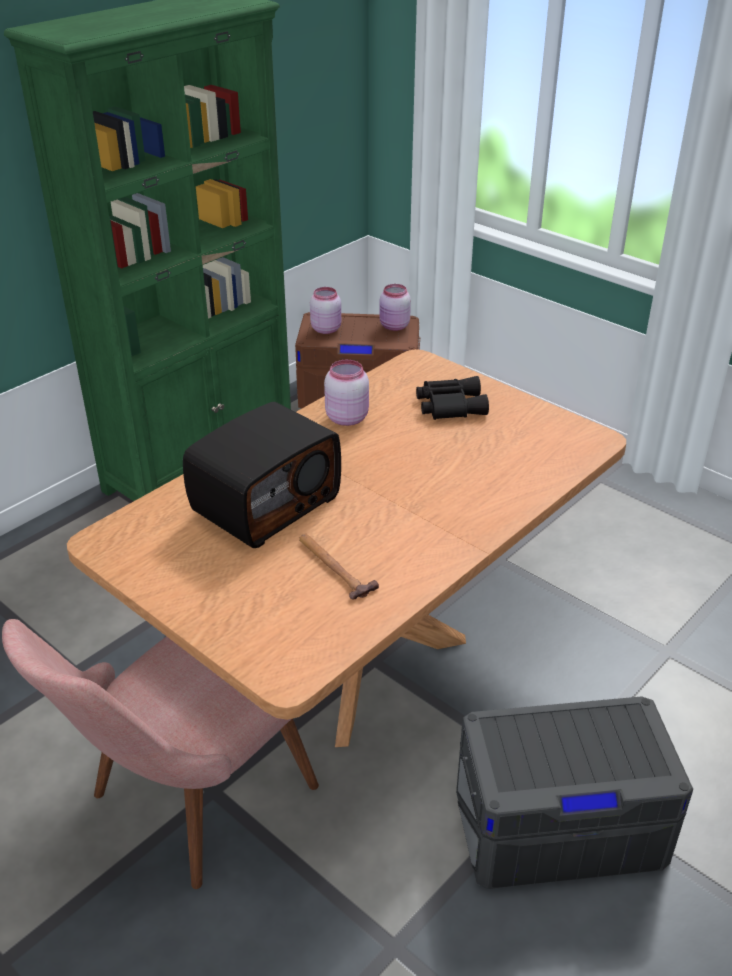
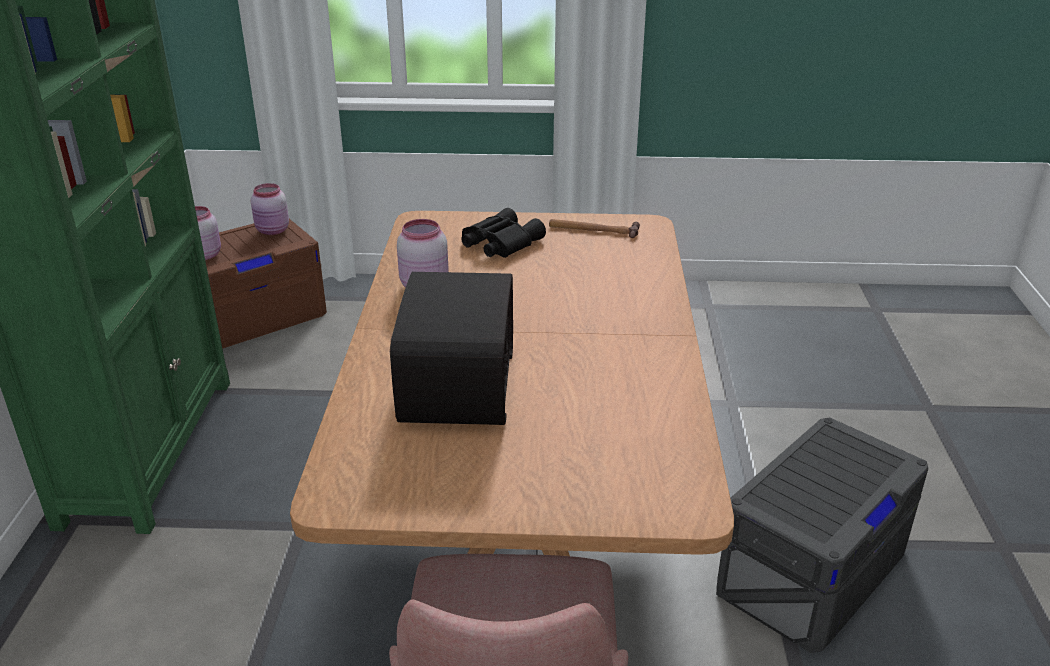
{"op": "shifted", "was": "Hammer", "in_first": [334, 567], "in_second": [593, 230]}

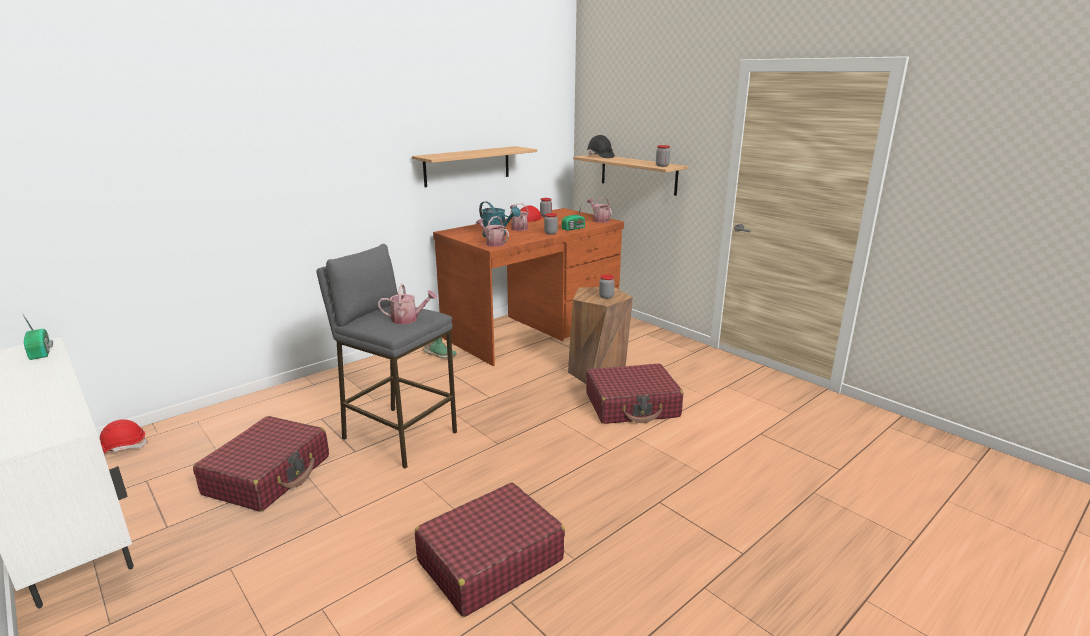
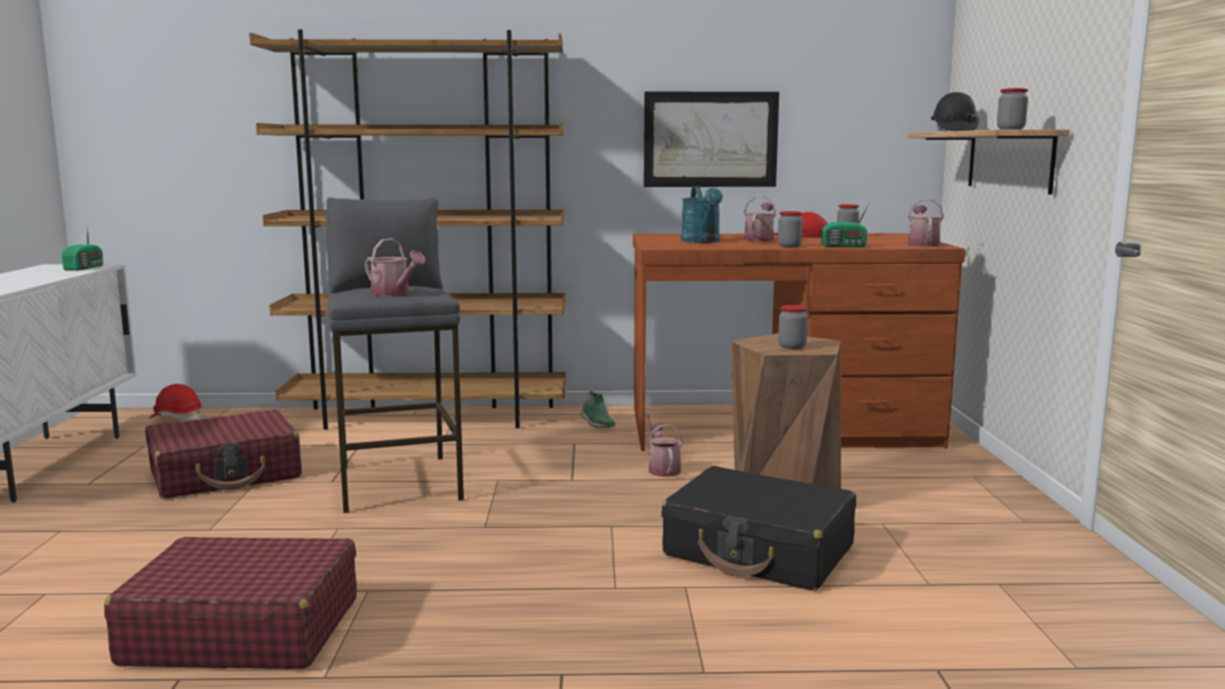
{"op": "new", "now": "BrownBookcase", "in_second": [429, 417]}
{"op": "shifted", "was": "WateringCan", "in_first": [493, 243], "in_second": [663, 469]}
{"op": "swapped", "was": "Shelf", "now": "Picture", "in_first": [467, 166], "in_second": [710, 139]}
{"op": "repainted", "was": "RedSuitcase", "now": "BlackSuitcase", "in_first": [632, 405], "in_second": [759, 551]}

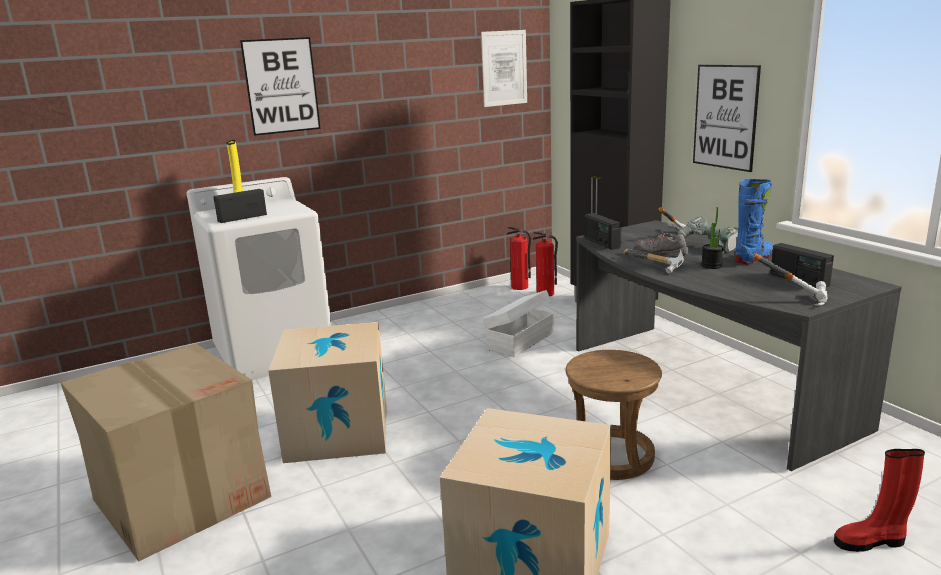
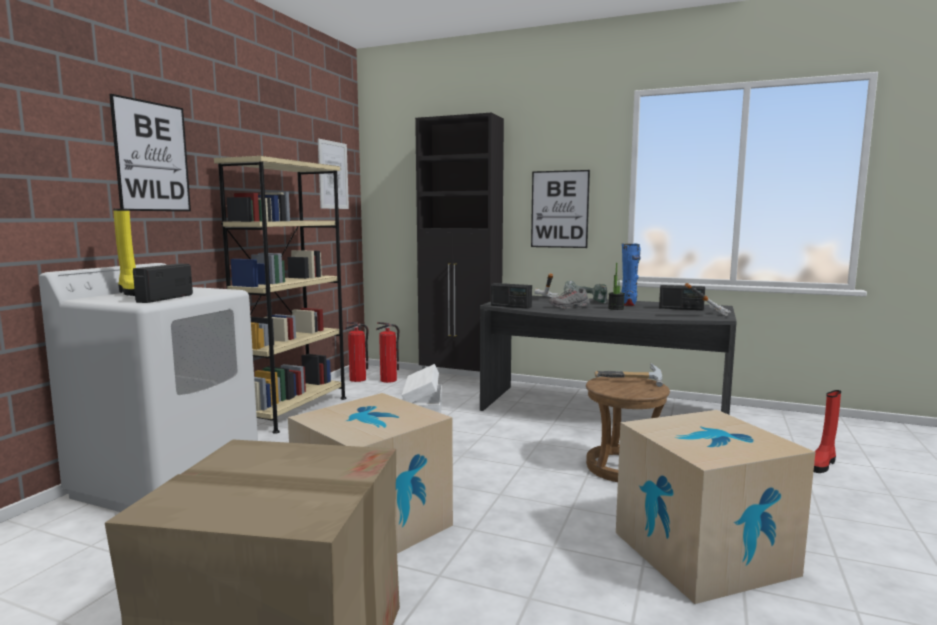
{"op": "new", "now": "BeigeBookcase", "in_second": [294, 411]}
{"op": "shifted", "was": "Hammer", "in_first": [652, 265], "in_second": [631, 382]}

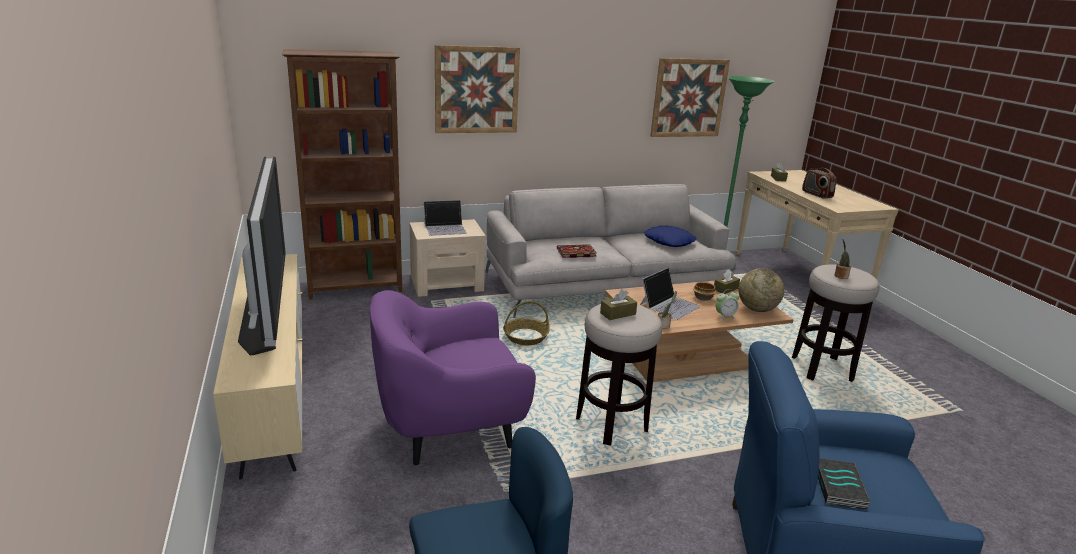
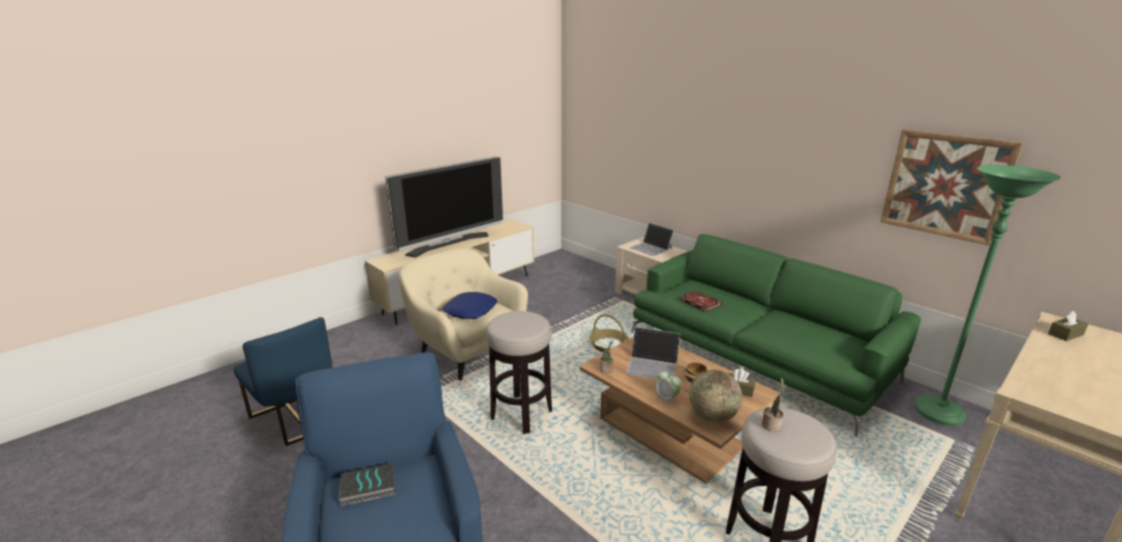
{"op": "gone", "was": "BrownBookcase", "in_first": [356, 288]}
{"op": "gone", "was": "Picture", "in_first": [476, 90]}
{"op": "gone", "was": "BrownTissueBox", "in_first": [618, 314]}
{"op": "gone", "was": "Radio", "in_first": [816, 194]}
{"op": "shifted", "was": "BluePillow", "in_first": [669, 241], "in_second": [471, 311]}
{"op": "repainted", "was": "PurpleArmchair", "now": "BeigeArmchair", "in_first": [448, 427], "in_second": [466, 352]}
{"op": "repainted", "was": "GreySofa", "now": "GreenSofa", "in_first": [605, 284], "in_second": [757, 355]}

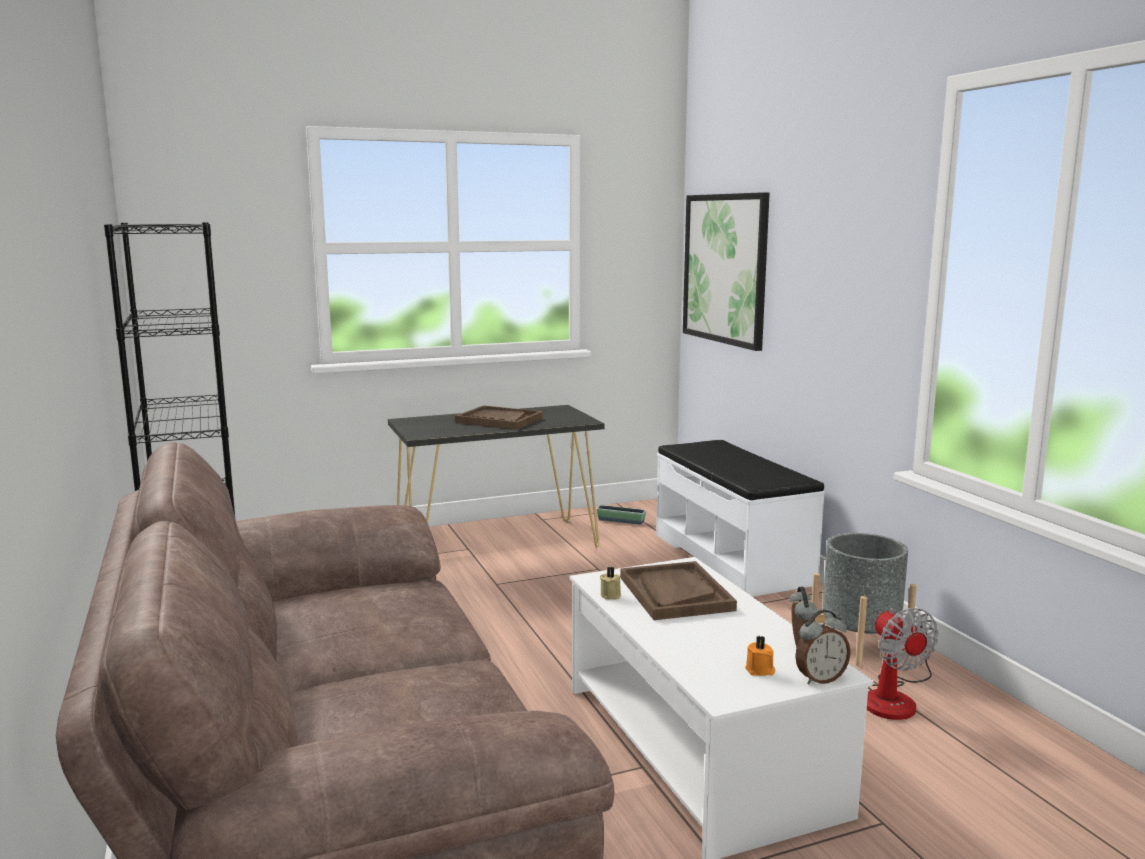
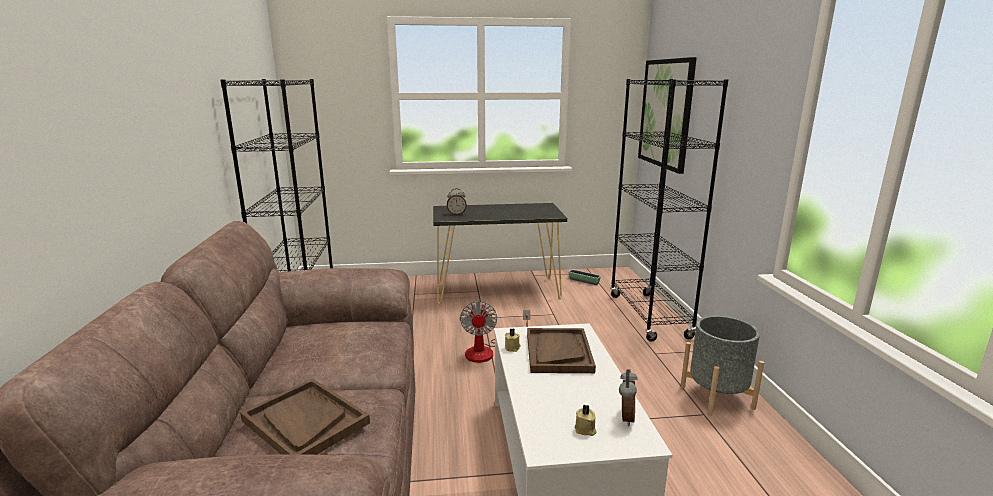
{"op": "shifted", "was": "BrownTray", "in_first": [499, 420], "in_second": [305, 422]}
{"op": "shifted", "was": "AlarmClock", "in_first": [820, 679], "in_second": [456, 214]}
{"op": "shifted", "was": "Fan", "in_first": [895, 697], "in_second": [488, 351]}
{"op": "swapped", "was": "WhiteBench", "now": "BlackBookcase", "in_first": [732, 558], "in_second": [649, 316]}
{"op": "repainted", "was": "OrangeCandle", "now": "BeigeCandle", "in_first": [760, 670], "in_second": [585, 430]}

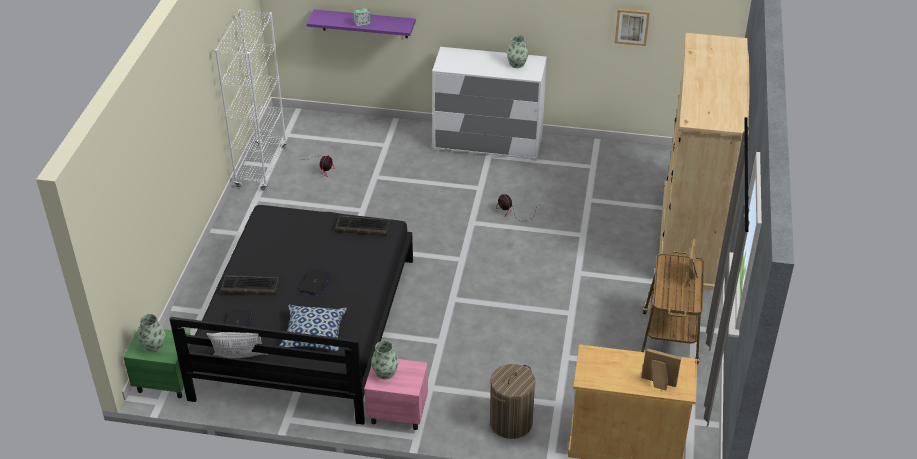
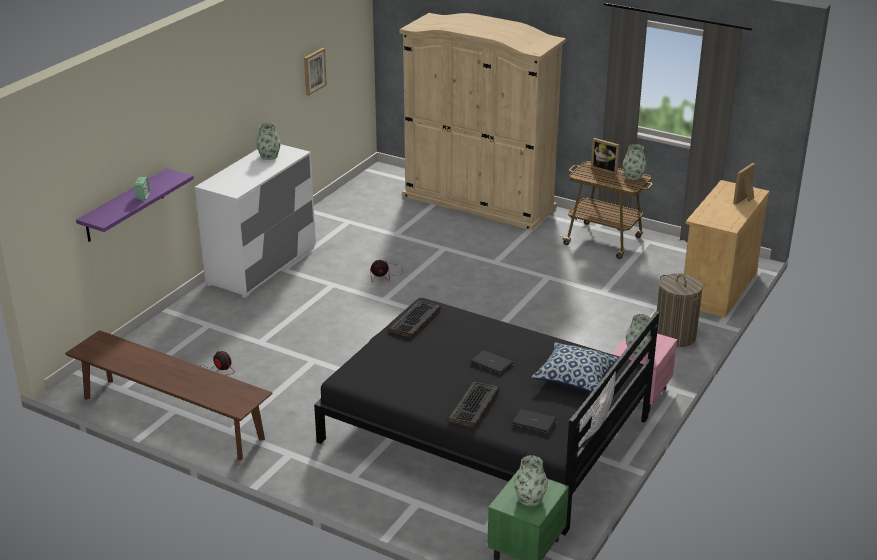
{"op": "new", "now": "Vase", "in_second": [633, 176]}
{"op": "swapped", "was": "WhiteBookcase", "now": "BrownBench", "in_first": [261, 167], "in_second": [172, 418]}

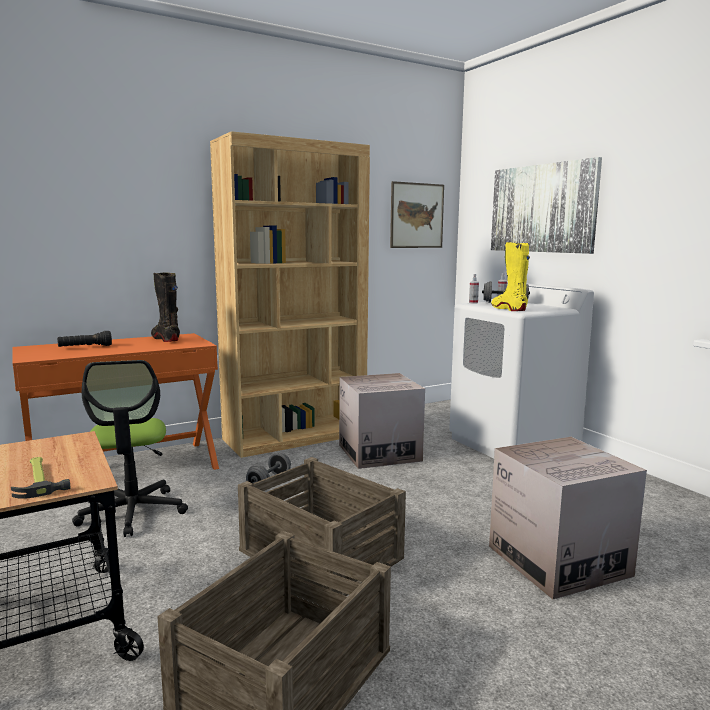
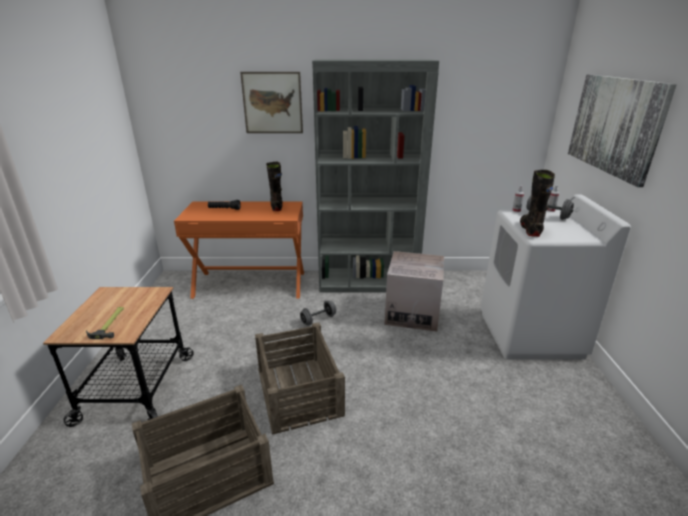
{"op": "gone", "was": "OfficeChair", "in_first": [133, 512]}
{"op": "gone", "was": "CardboardBox", "in_first": [558, 561]}
{"op": "shifted", "was": "Picture", "in_first": [417, 215], "in_second": [272, 103]}
{"op": "repainted", "was": "BrownBookcase", "now": "GreyBookcase", "in_first": [295, 437], "in_second": [368, 282]}
{"op": "repainted", "was": "YellowBoot", "now": "BlackBoot", "in_first": [508, 309], "in_second": [530, 229]}

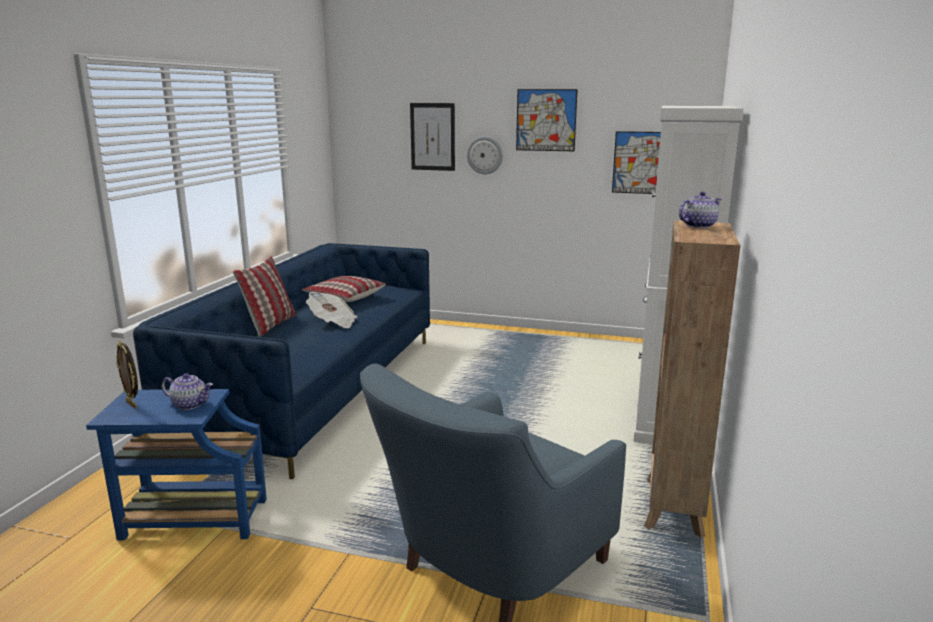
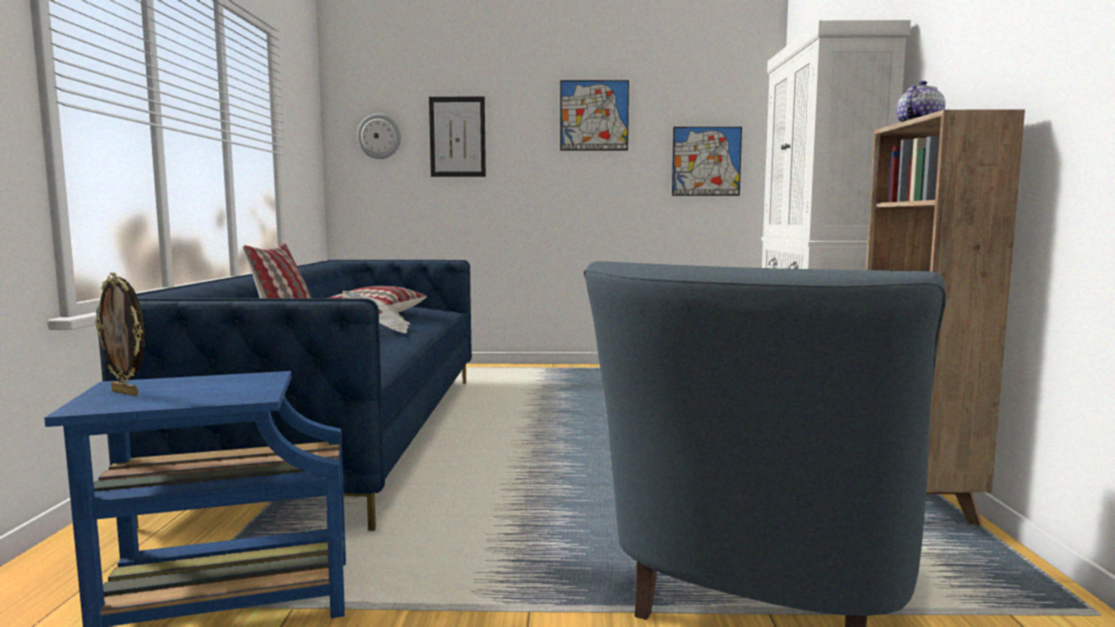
{"op": "gone", "was": "Teapot", "in_first": [190, 404]}
{"op": "shifted", "was": "WallClock", "in_first": [485, 155], "in_second": [379, 136]}

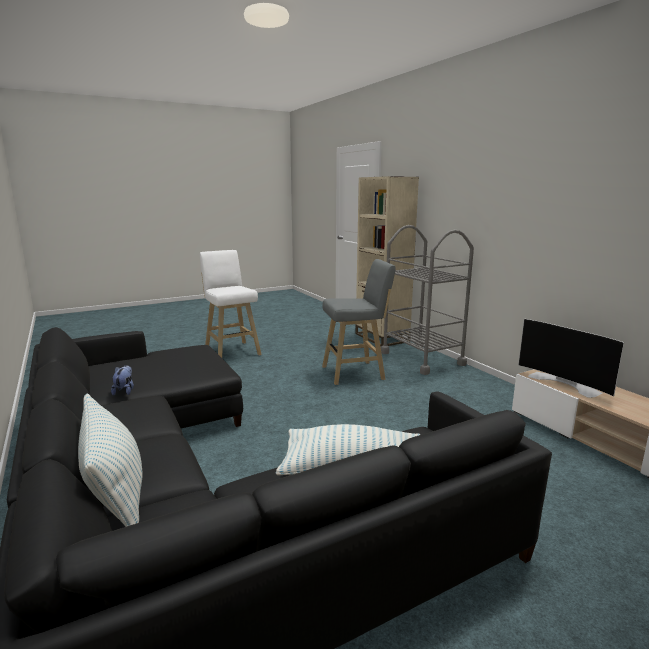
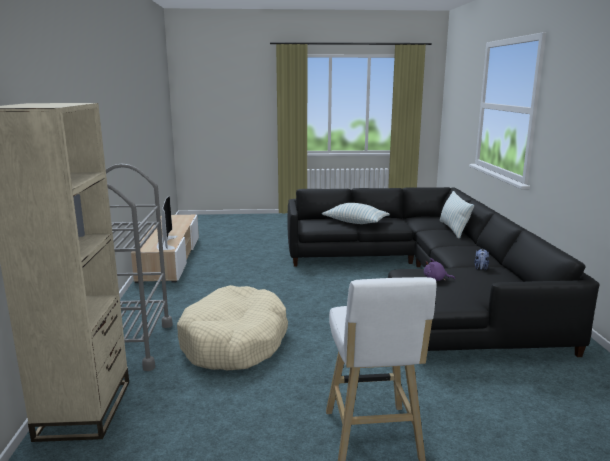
{"op": "new", "now": "PurplePlushToy", "in_second": [436, 279]}
{"op": "swapped", "was": "GreyStool", "now": "BeigeDogBed", "in_first": [356, 373], "in_second": [234, 342]}

